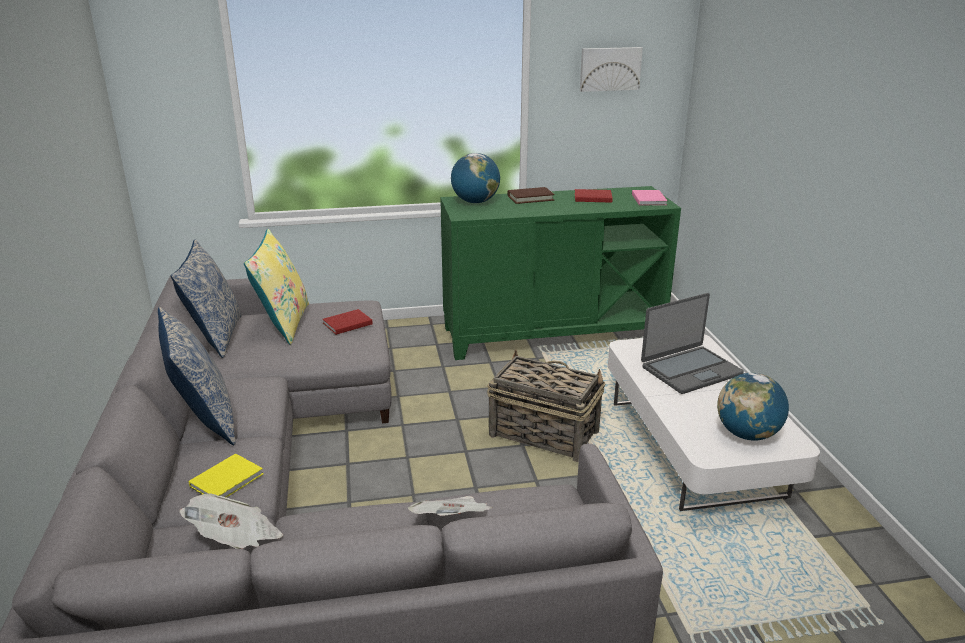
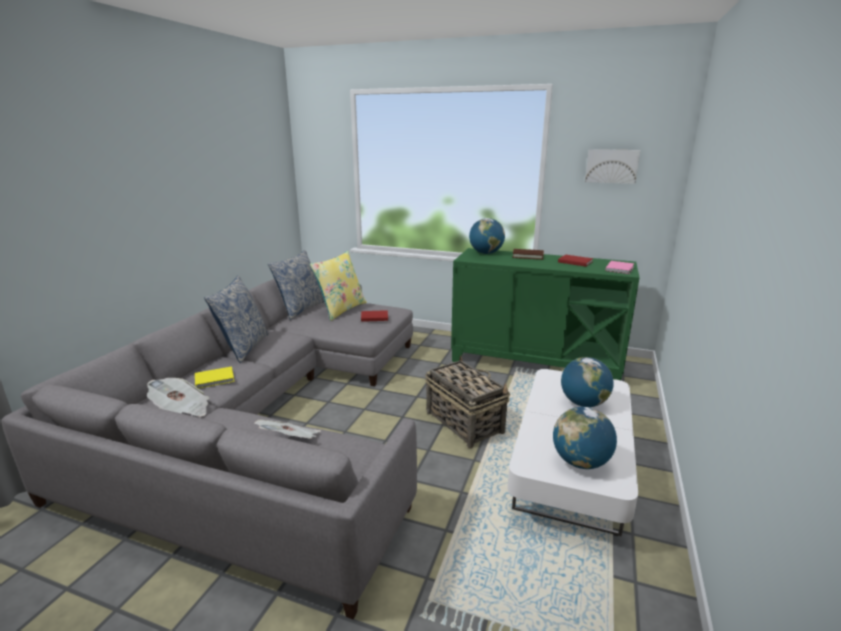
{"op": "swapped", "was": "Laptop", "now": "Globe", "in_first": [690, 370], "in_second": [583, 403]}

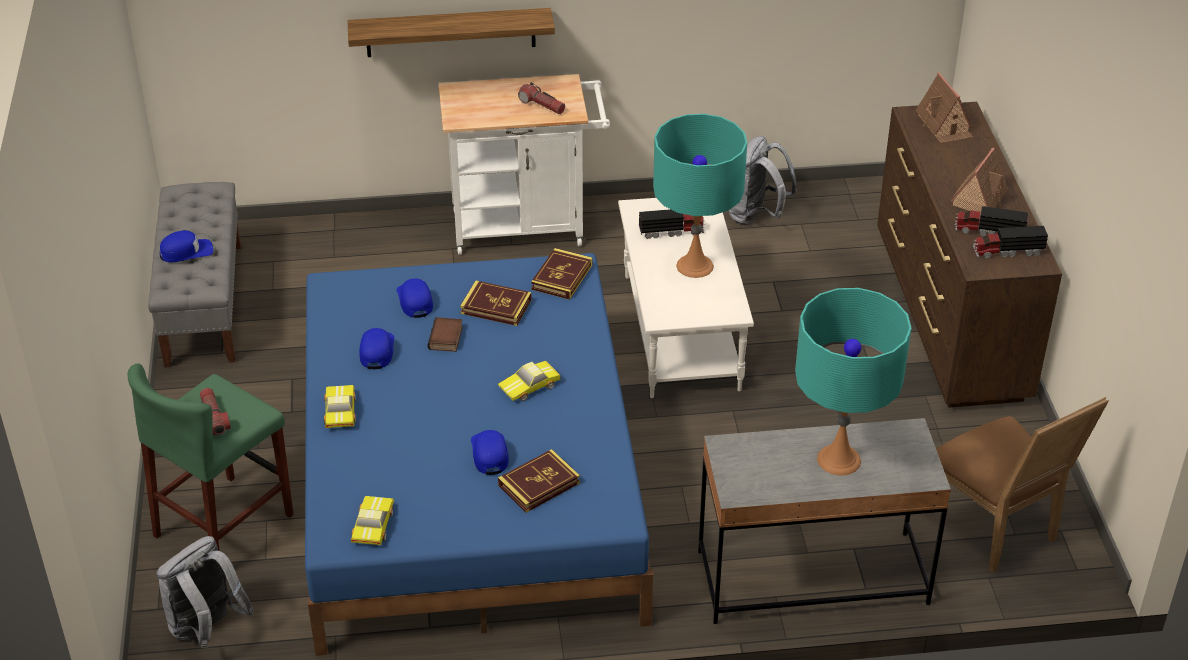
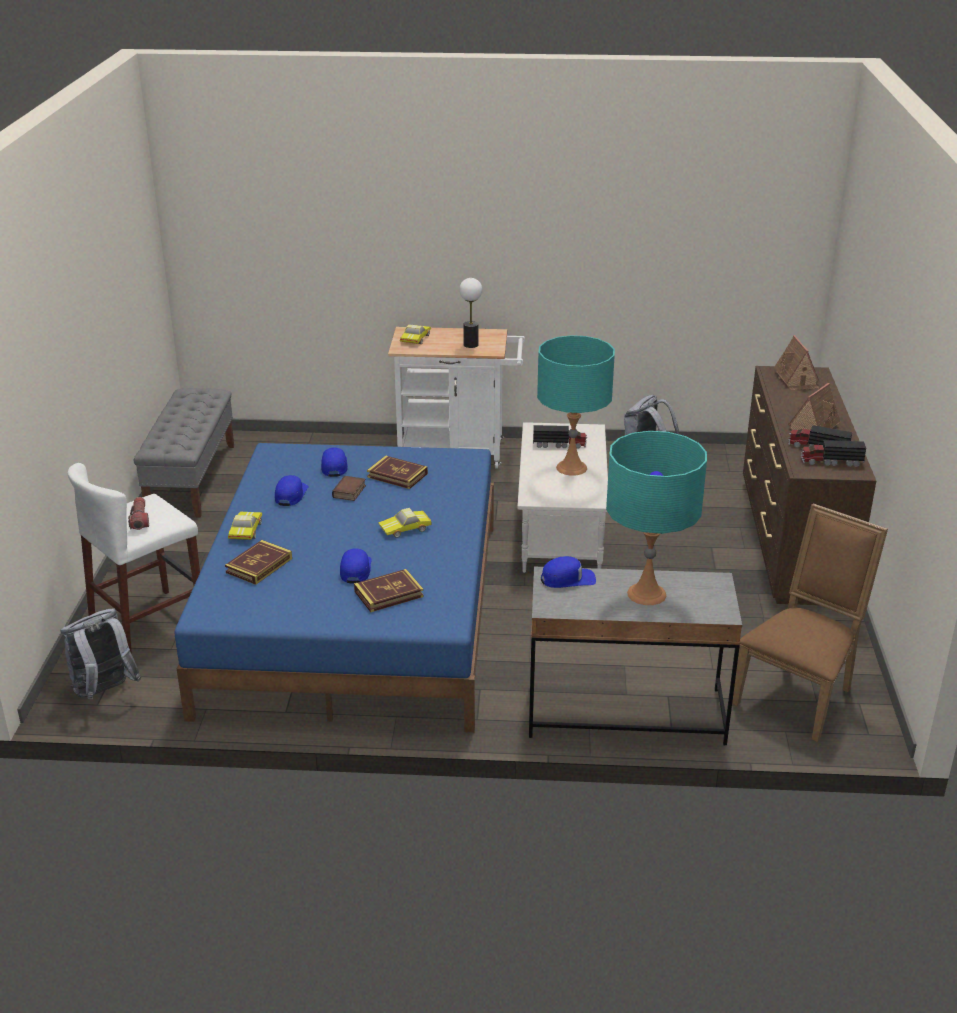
{"op": "gone", "was": "Shelf", "in_first": [450, 32]}
{"op": "shifted", "was": "BlueCap", "in_first": [186, 251], "in_second": [568, 579]}
{"op": "shifted", "was": "ToyCar", "in_first": [371, 526], "in_second": [414, 338]}
{"op": "shifted", "was": "Book", "in_first": [562, 277], "in_second": [259, 565]}
{"op": "swapped", "was": "Flashlight", "now": "TableLamp", "in_first": [542, 105], "in_second": [471, 345]}
{"op": "repainted", "was": "GreenStool", "now": "WhiteStool", "in_first": [224, 525], "in_second": [148, 622]}
{"op": "rotated", "was": "BrownChair", "in_first": [994, 528], "in_second": [799, 695], "clockwise": -120}

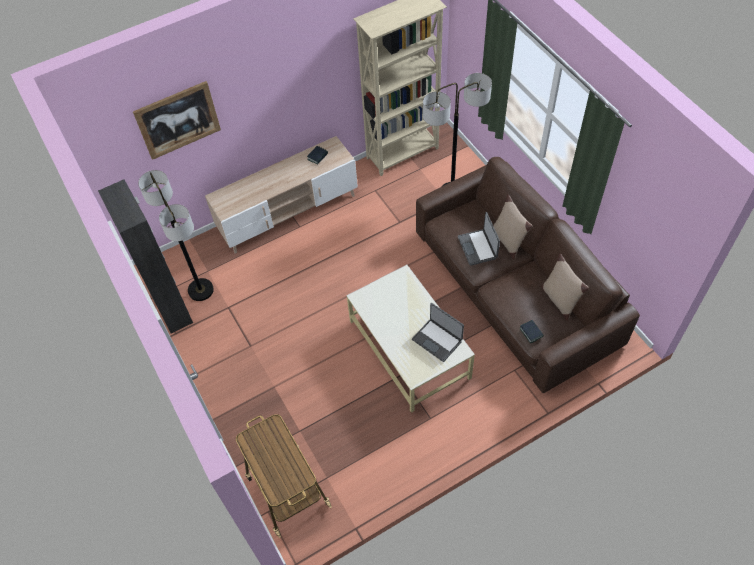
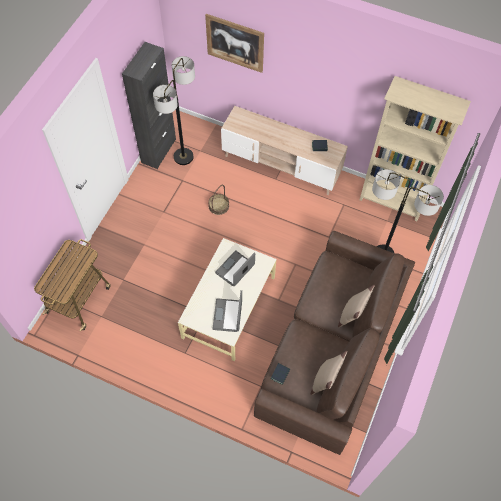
{"op": "new", "now": "Basket", "in_second": [218, 206]}
{"op": "shifted", "was": "Laptop", "in_first": [478, 247], "in_second": [235, 269]}

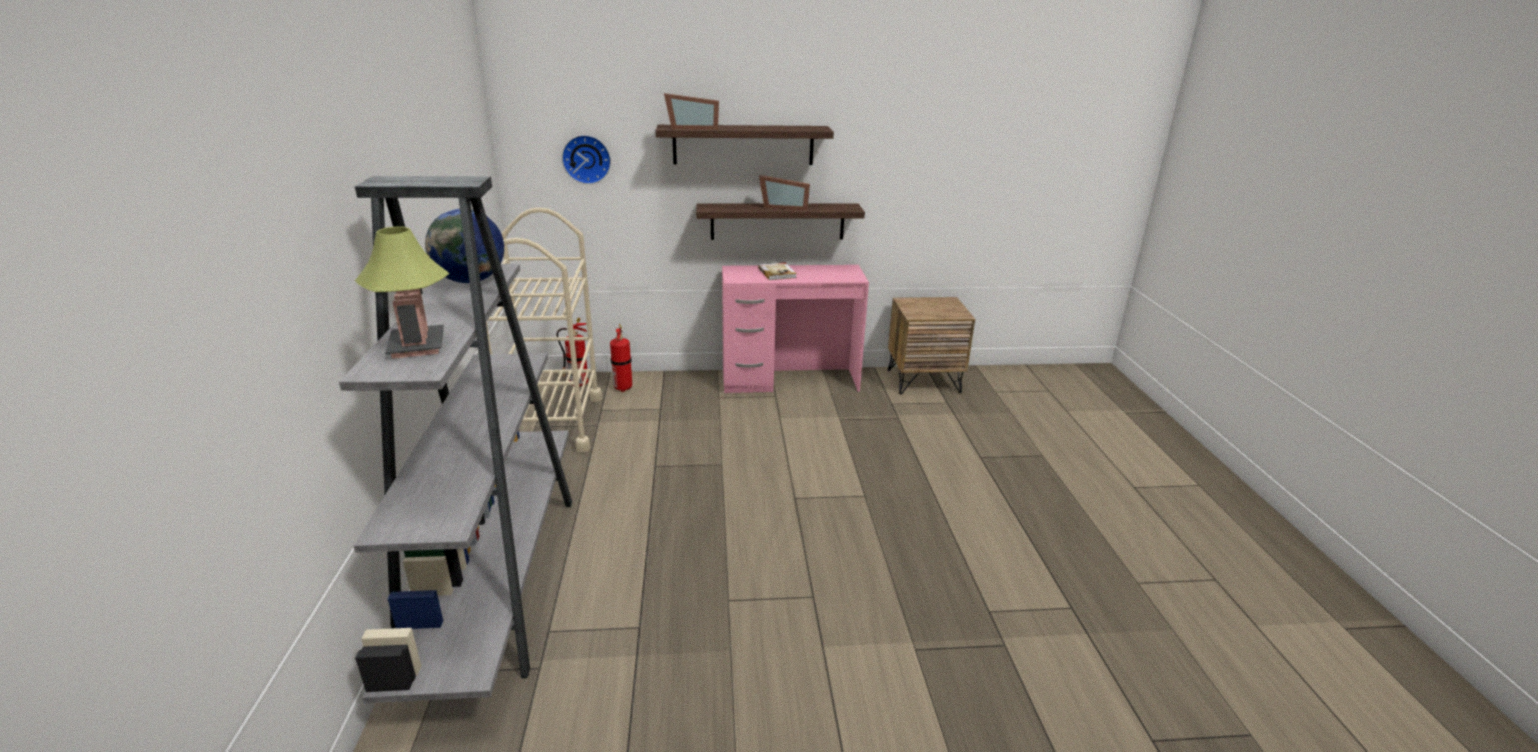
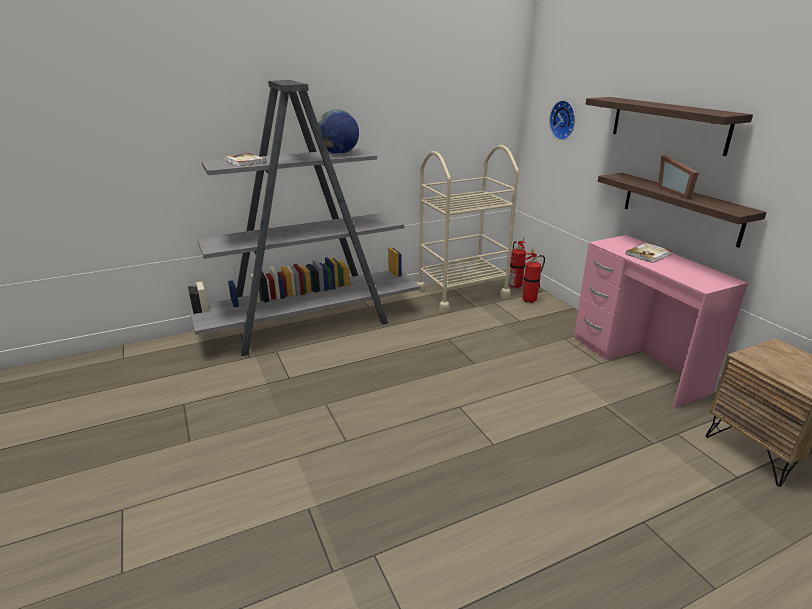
{"op": "gone", "was": "PictureFrame", "in_first": [692, 128]}
{"op": "swapped", "was": "TableLamp", "now": "Book", "in_first": [417, 346], "in_second": [244, 161]}

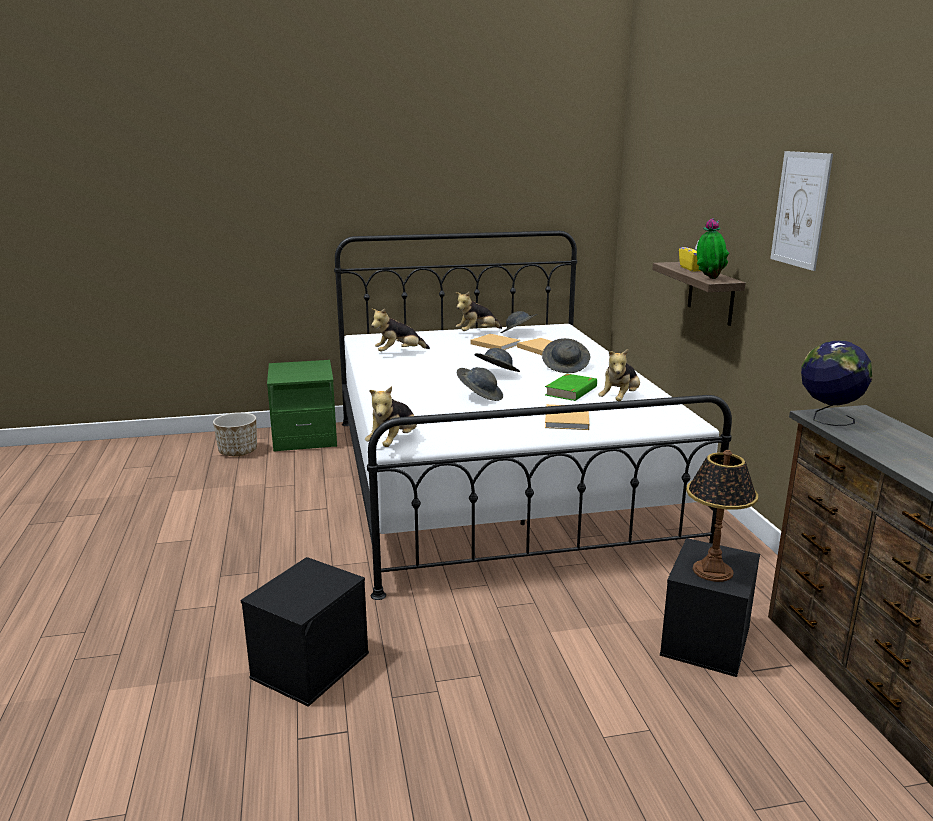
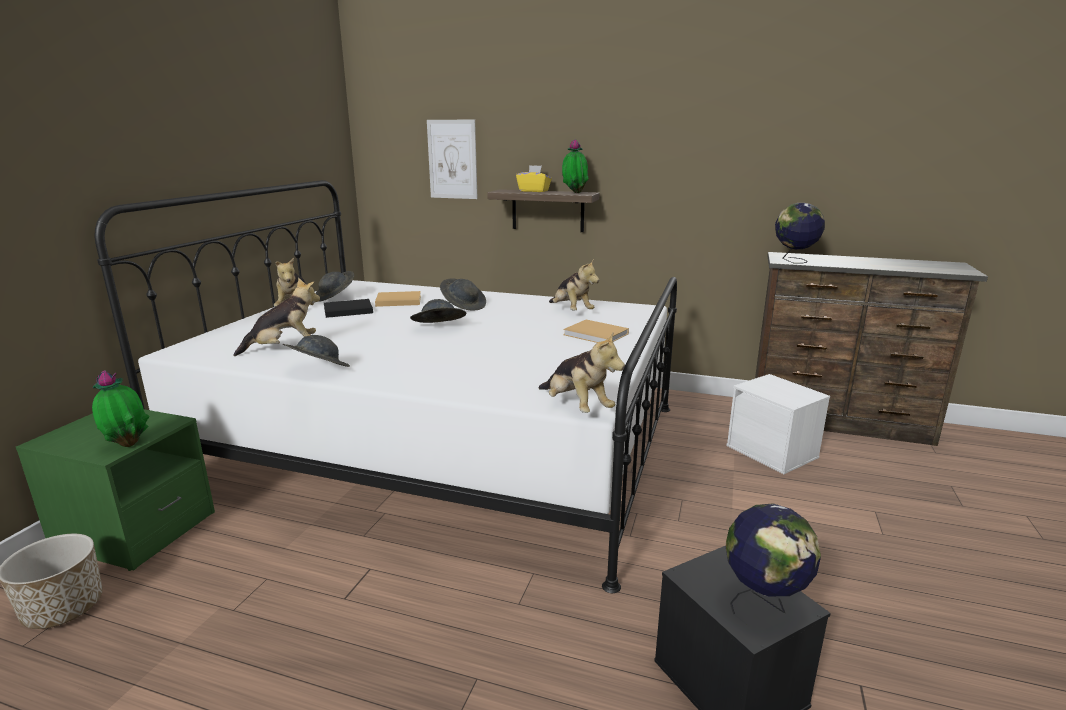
{"op": "gone", "was": "GreenBook", "in_first": [571, 391]}
{"op": "gone", "was": "TableLamp", "in_first": [712, 571]}
{"op": "new", "now": "PottedPlant", "in_second": [128, 444]}
{"op": "new", "now": "Globe", "in_second": [763, 604]}
{"op": "shifted", "was": "GreyHat", "in_first": [480, 396], "in_second": [318, 370]}
{"op": "shifted", "was": "Picture", "in_first": [800, 209], "in_second": [452, 159]}
{"op": "repainted", "was": "BeigeBook", "now": "BlackBook", "in_first": [494, 344], "in_second": [346, 310]}
{"op": "repainted", "was": "BlackStorageBox", "now": "WhiteStorageBox", "in_first": [706, 641], "in_second": [773, 451]}
{"op": "rotated", "was": "PlushToy", "in_first": [399, 353], "in_second": [284, 348], "clockwise": -120}

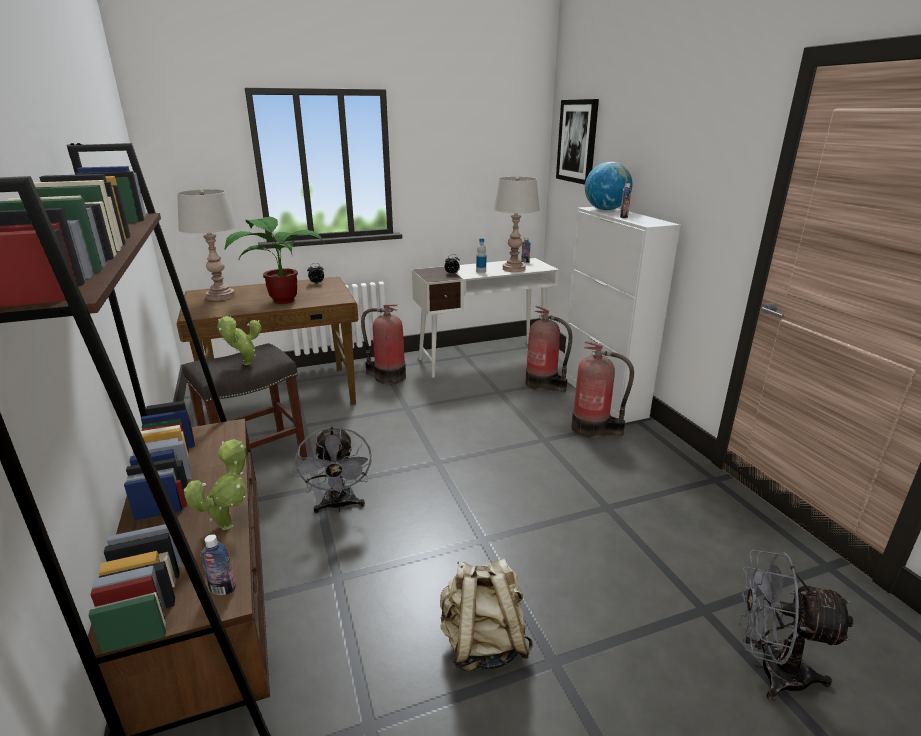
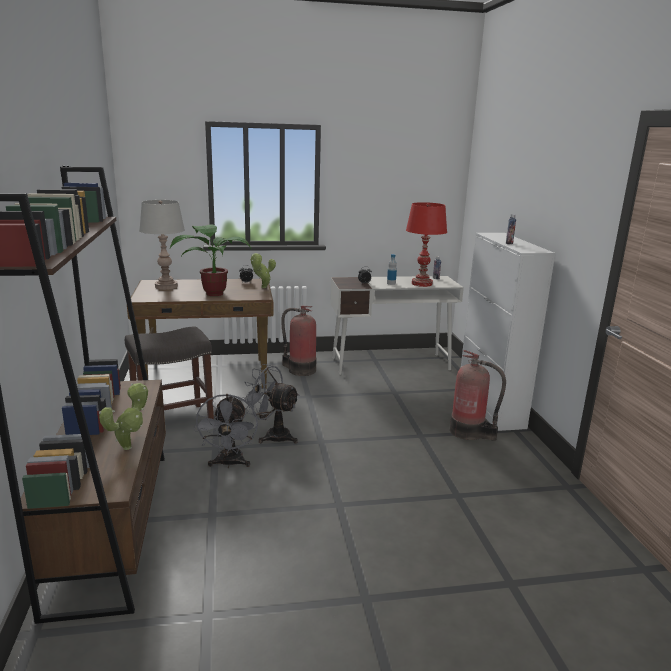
{"op": "gone", "was": "Bottle", "in_first": [222, 589]}
{"op": "gone", "was": "BeigeBackpack", "in_first": [482, 643]}
{"op": "gone", "was": "FireExtinguisher", "in_first": [543, 384]}
{"op": "gone", "was": "Picture", "in_first": [577, 141]}
{"op": "gone", "was": "Globe", "in_first": [605, 209]}
{"op": "shifted", "was": "PottedPlant", "in_first": [245, 364], "in_second": [262, 288]}
{"op": "shifted", "was": "GreyFan", "in_first": [770, 670], "in_second": [272, 435]}
{"op": "repainted", "was": "GreyTableLamp", "now": "RedTableLamp", "in_first": [514, 269], "in_second": [422, 284]}

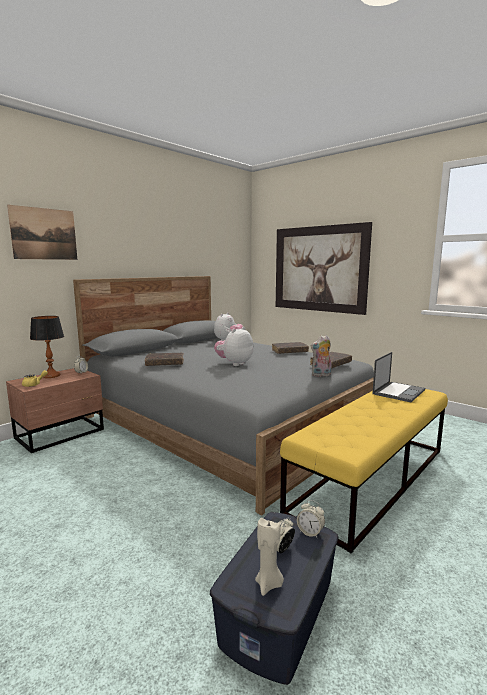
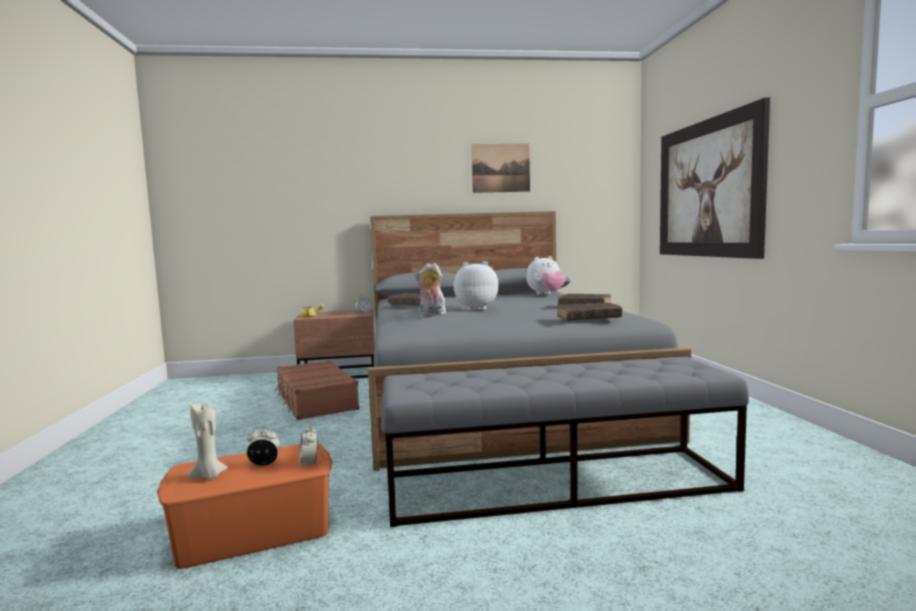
{"op": "gone", "was": "TableLamp", "in_first": [51, 375]}
{"op": "gone", "was": "Laptop", "in_first": [398, 392]}
{"op": "new", "now": "BrownSuitcase", "in_second": [315, 401]}
{"op": "shifted", "was": "Picture", "in_first": [44, 234], "in_second": [500, 168]}
{"op": "shifted", "was": "PlushToy", "in_first": [321, 375], "in_second": [431, 315]}
{"op": "repainted", "was": "BlueStorageBox", "now": "OrangeStorageBox", "in_first": [279, 612], "in_second": [254, 532]}
{"op": "repainted", "was": "YellowBench", "now": "GreyBench", "in_first": [371, 478], "in_second": [558, 483]}

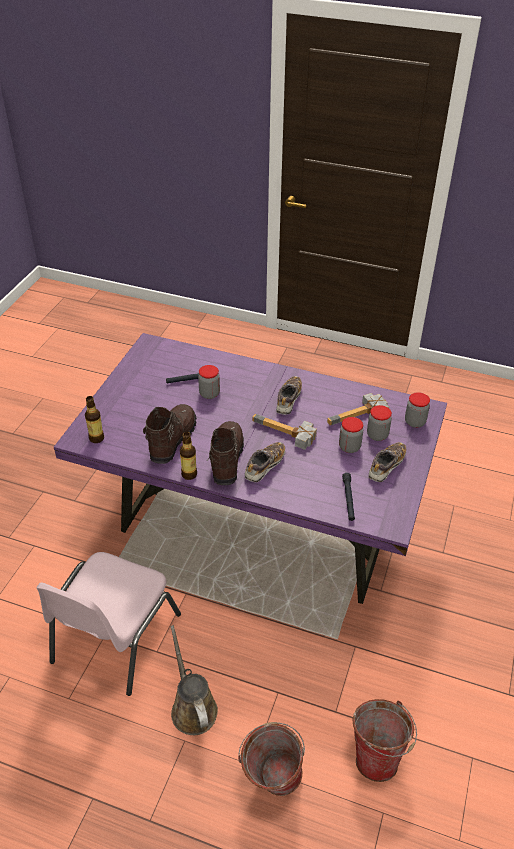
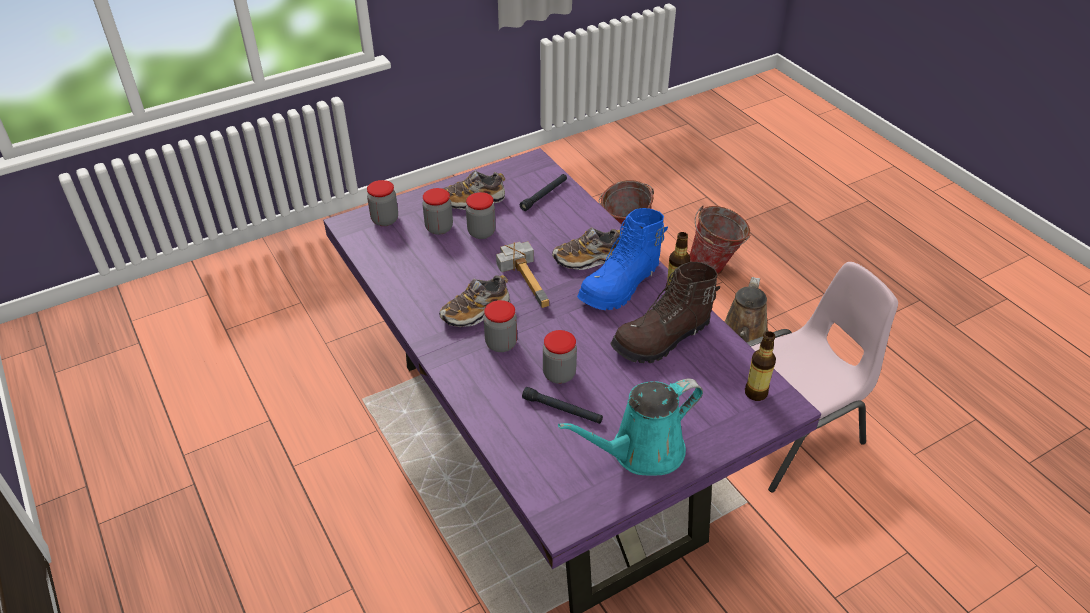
{"op": "gone", "was": "Hammer", "in_first": [359, 417]}
{"op": "new", "now": "Jar", "in_second": [501, 343]}
{"op": "new", "now": "TurquoiseWateringCan", "in_second": [641, 452]}
{"op": "repainted", "was": "BrownBoot", "now": "BlueBoot", "in_first": [226, 460], "in_second": [621, 286]}

